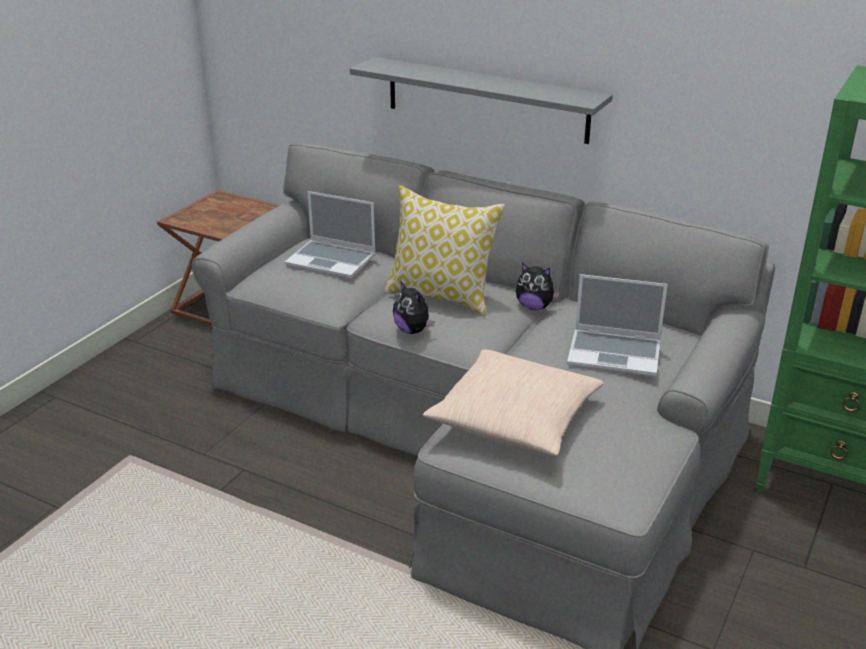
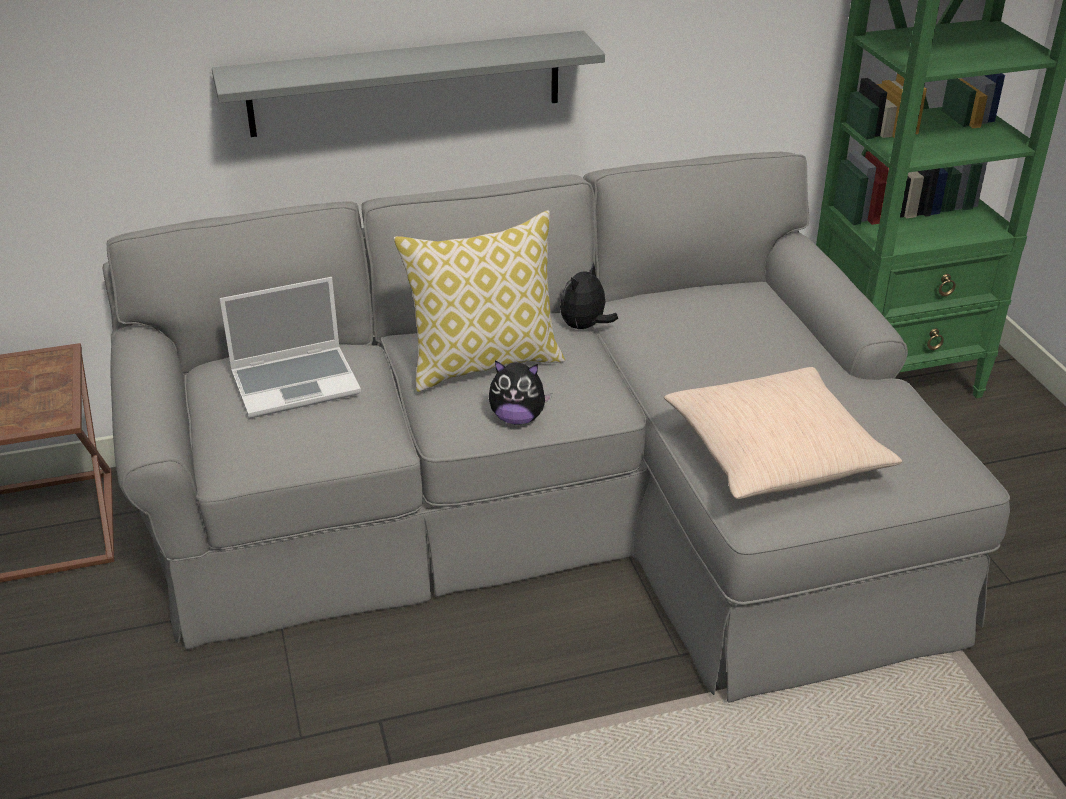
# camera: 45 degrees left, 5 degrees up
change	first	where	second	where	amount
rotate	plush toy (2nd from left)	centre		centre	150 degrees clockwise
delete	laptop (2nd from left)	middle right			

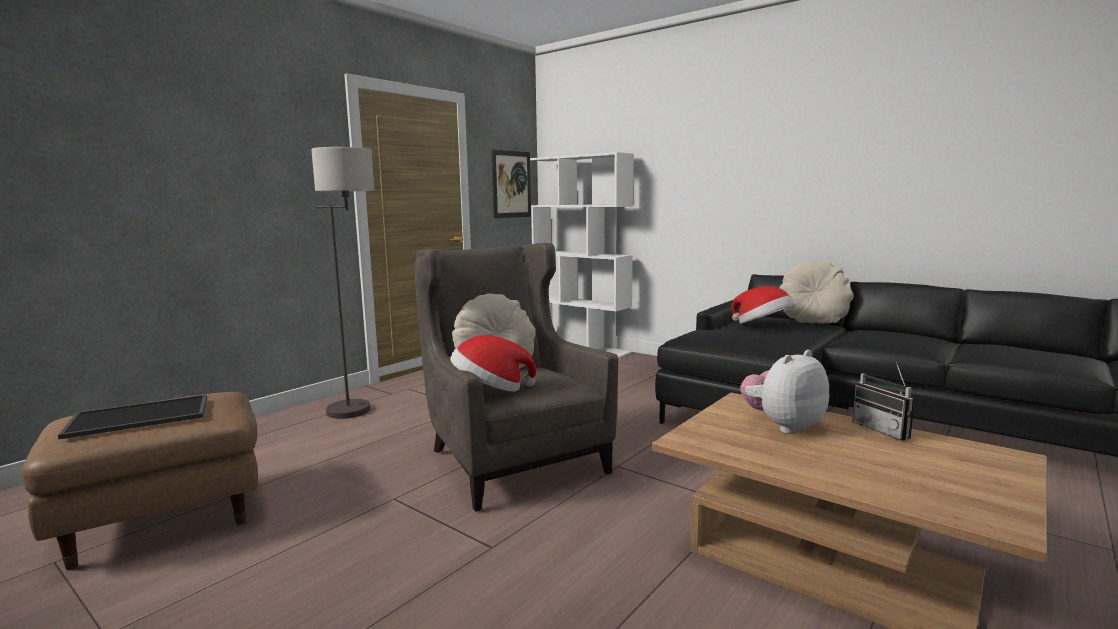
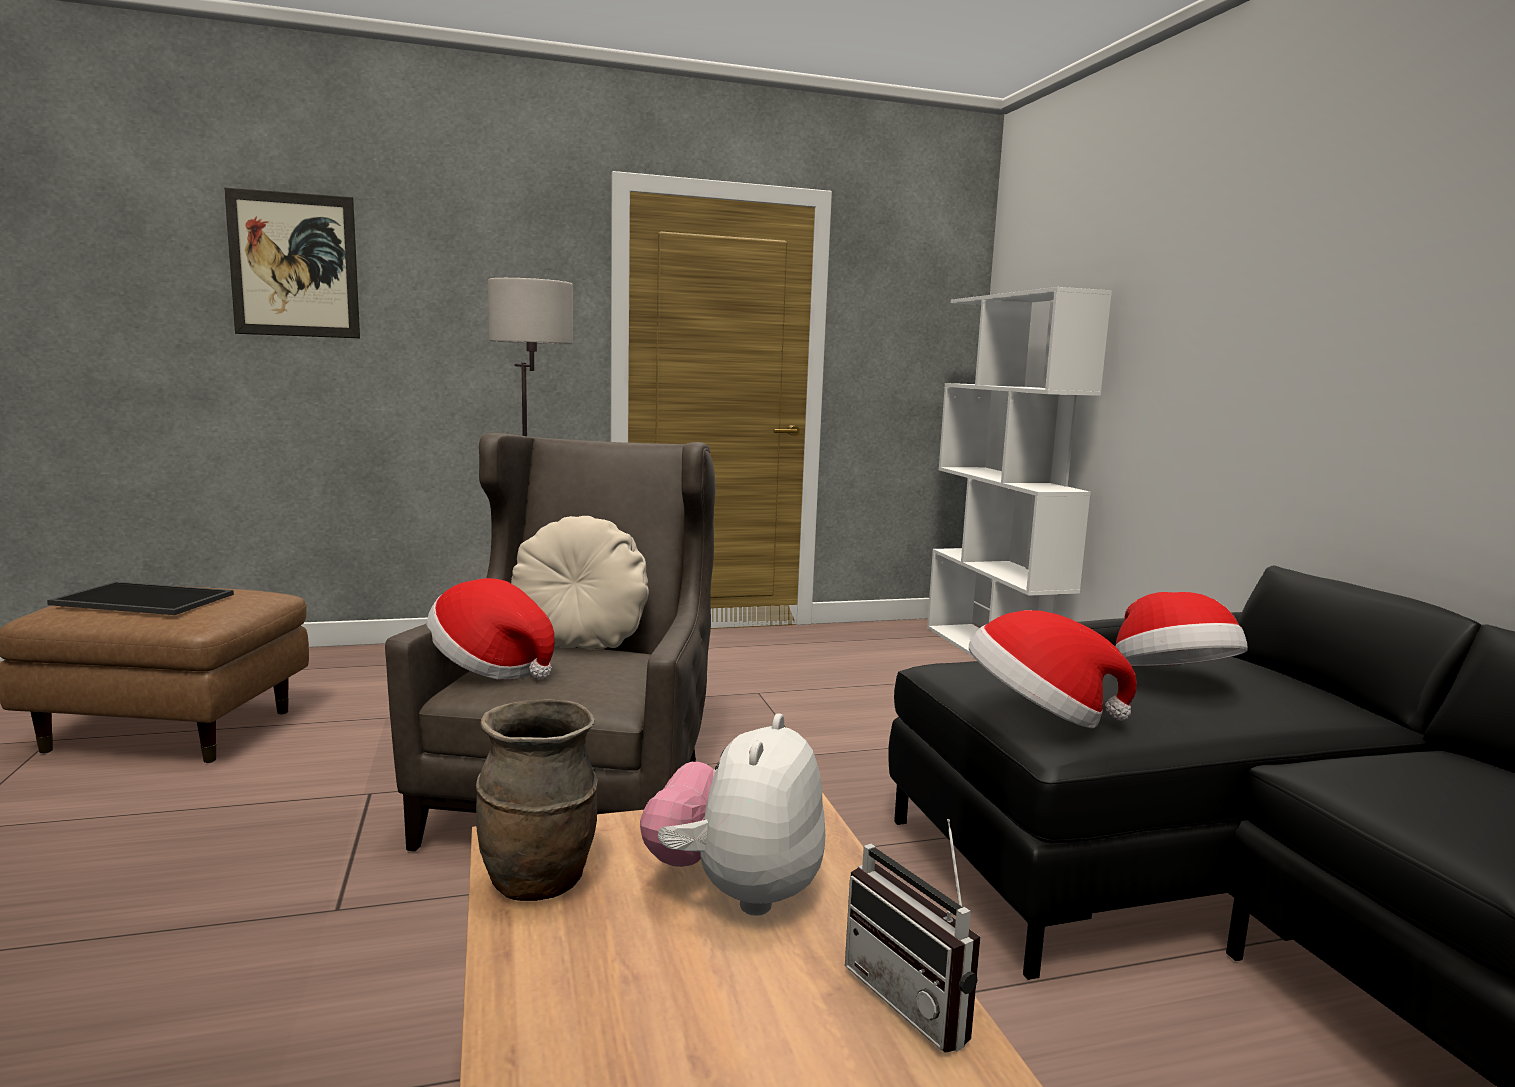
# camera: 35 degrees right, 0 degrees up
change	first	where	second	where	amount
move	picture	top centre		top left	
rotate	plush toy	middle right		bottom centre	75 degrees counterclockwise
delete	beige pillow (2nd from left)	middle right			
rotate	radio	middle right		bottom centre	45 degrees counterclockwise
insert			brown vase	bottom centre	
insert			hat (2nd from left)	middle right	

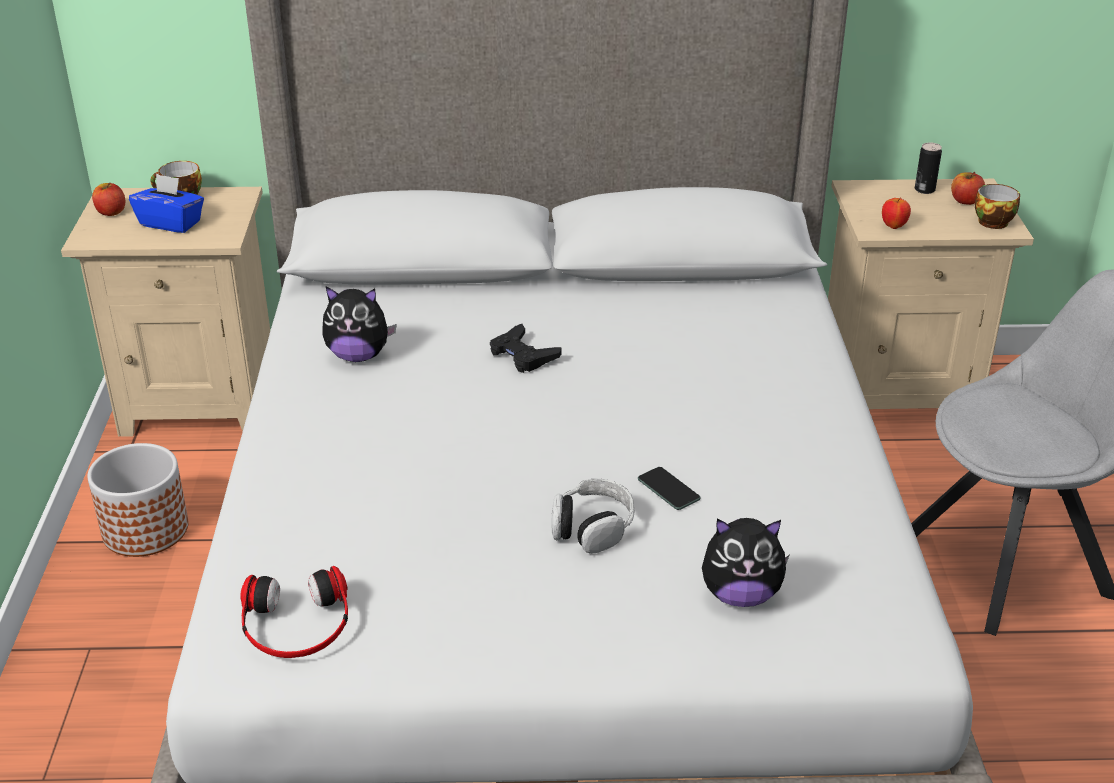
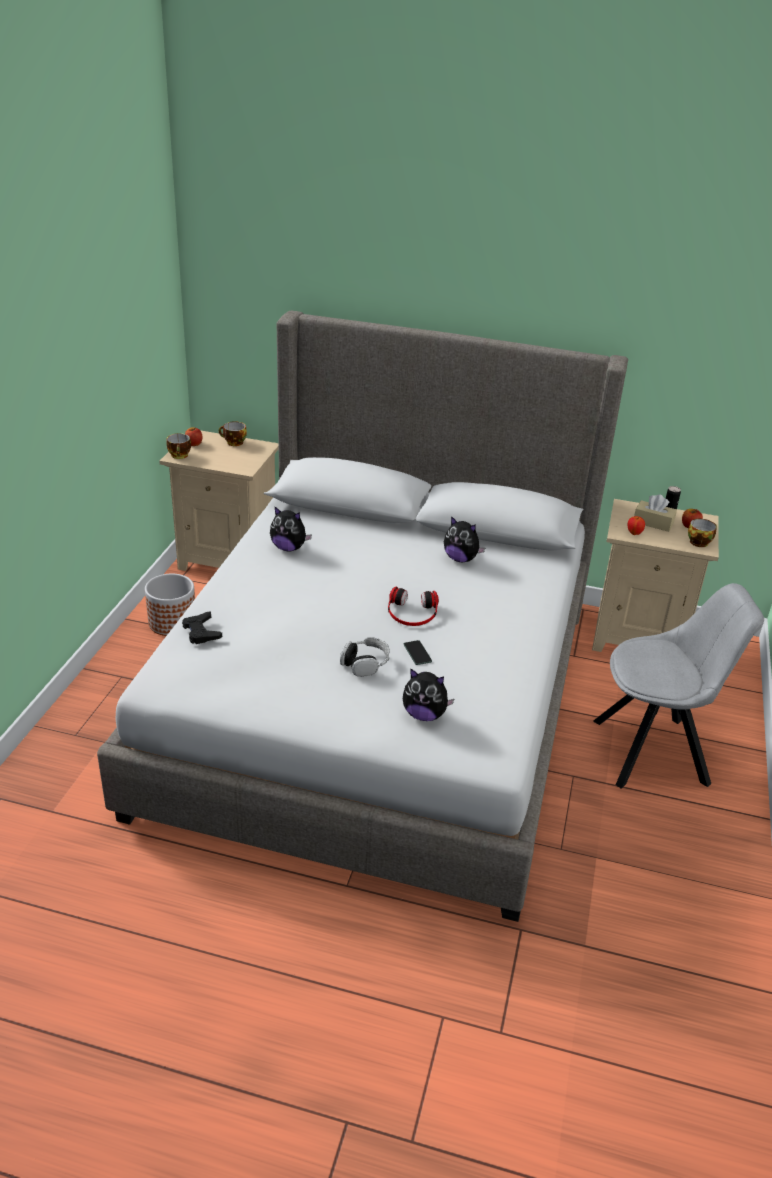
# camera: 15 degrees right, 0 degrees up
change	first	where	second	where	amount
delete	blue tissue box	top left			
move	headphones (1st from left in the first image)	bottom left	headphones (2nd from left)	centre	
move	black game controller	centre		middle left	
insert			cup (1st from left)	middle left	
insert			plush toy (3rd from left)	centre	
insert			beige tissue box	middle right	

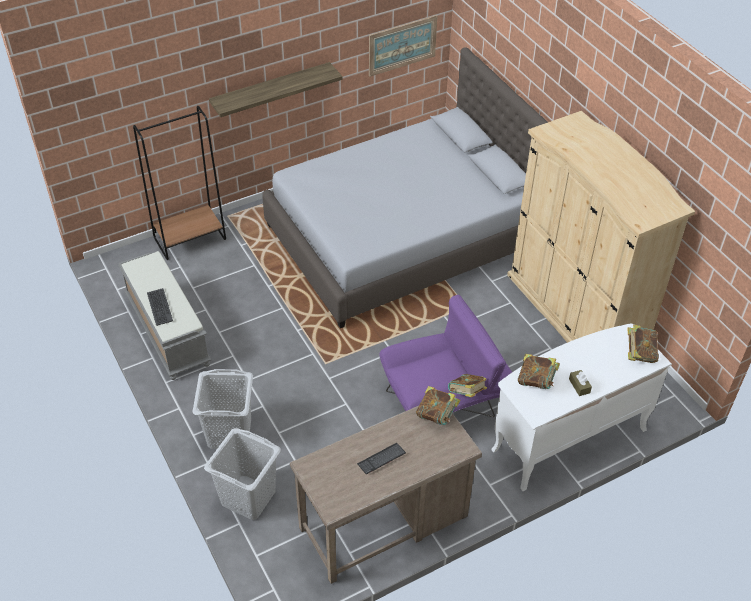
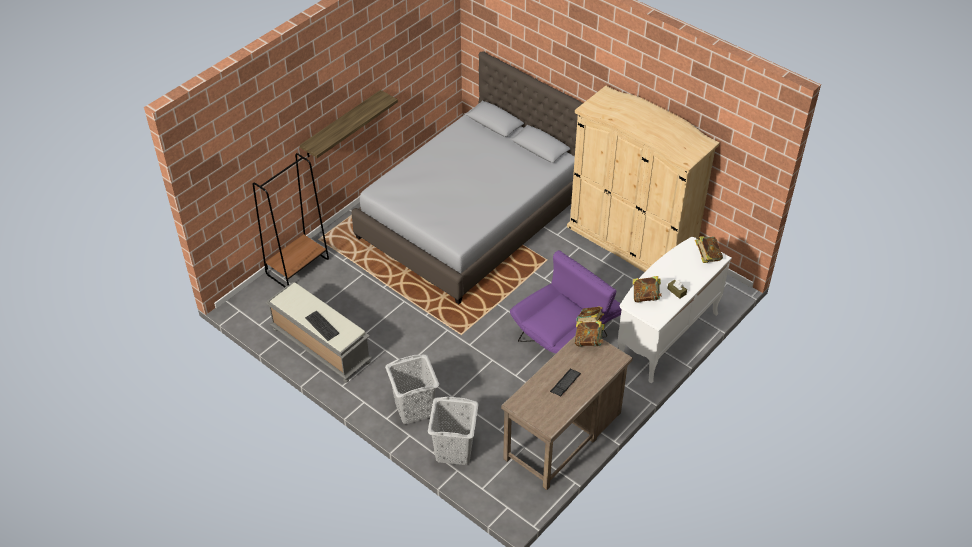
# camera: 20 degrees left, 0 degrees up
change	first	where	second	where	amount
delete	picture	top centre			

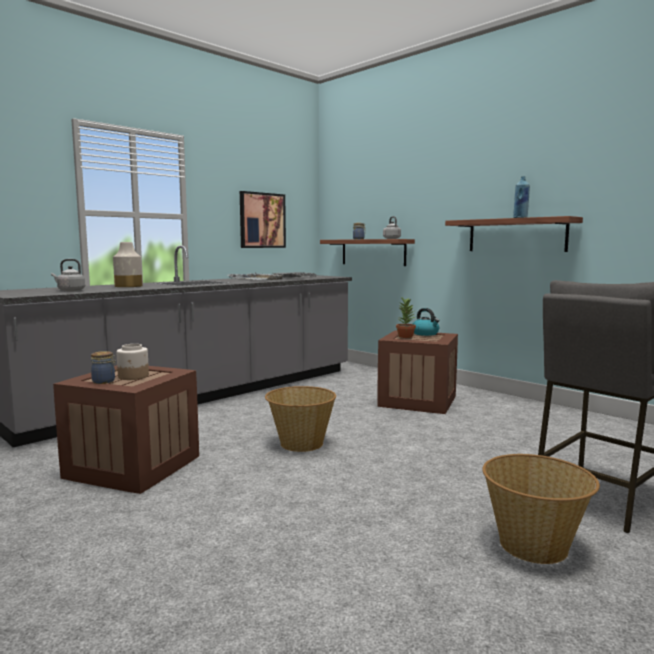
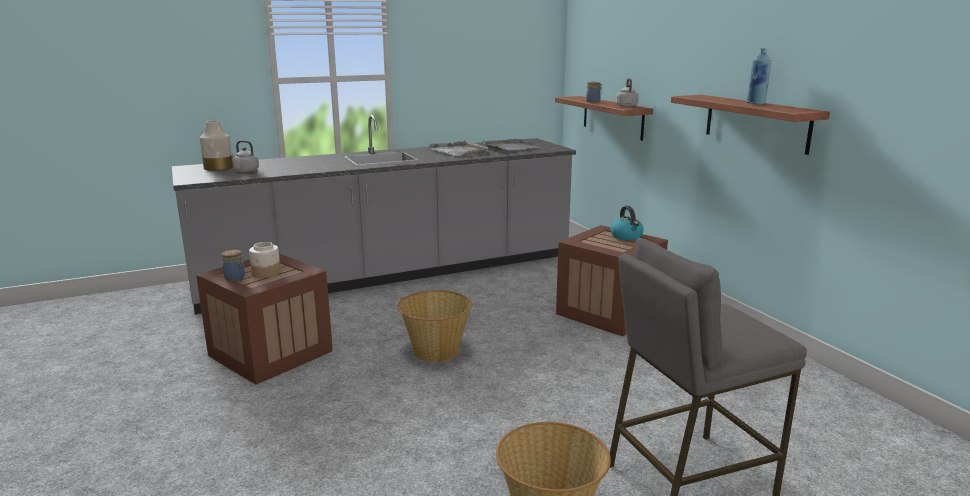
# camera: 20 degrees right, 10 degrees up
change	first	where	second	where	amount
move	beige vase	middle left		top left	
delete	picture	centre			
delete	potted plant	centre			

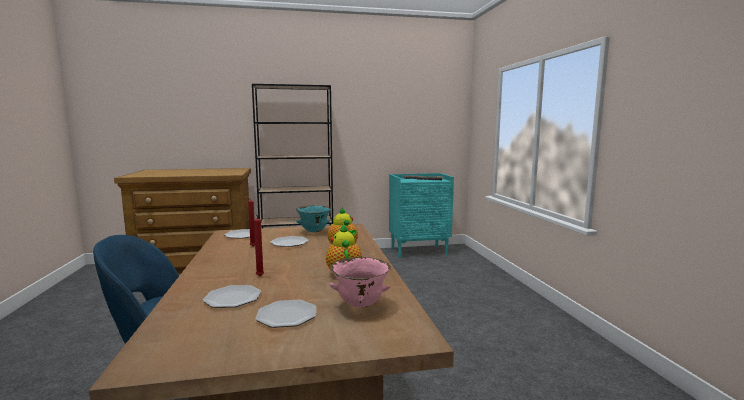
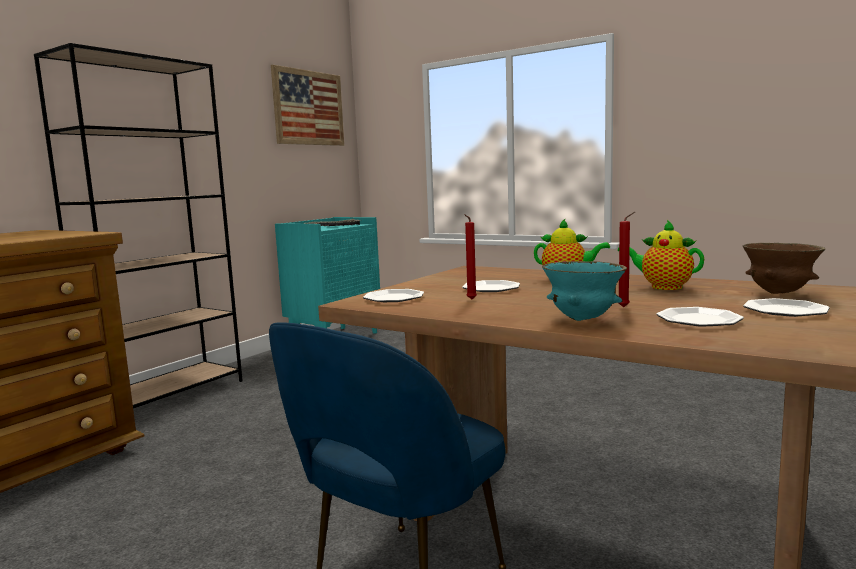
# camera: 45 degrees left, 0 degrees up
change	first	where	second	where	amount
move	turquoise bowl	centre		middle right	
recolor	pink bowl	bottom centre	brown bowl	middle right	
insert			picture	top centre	

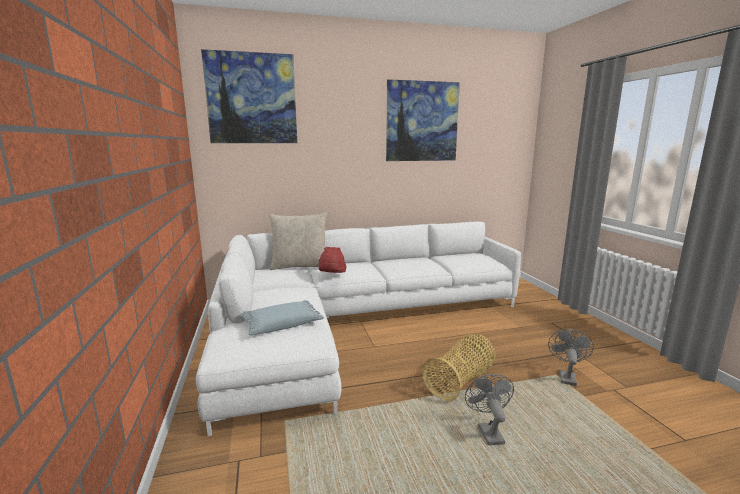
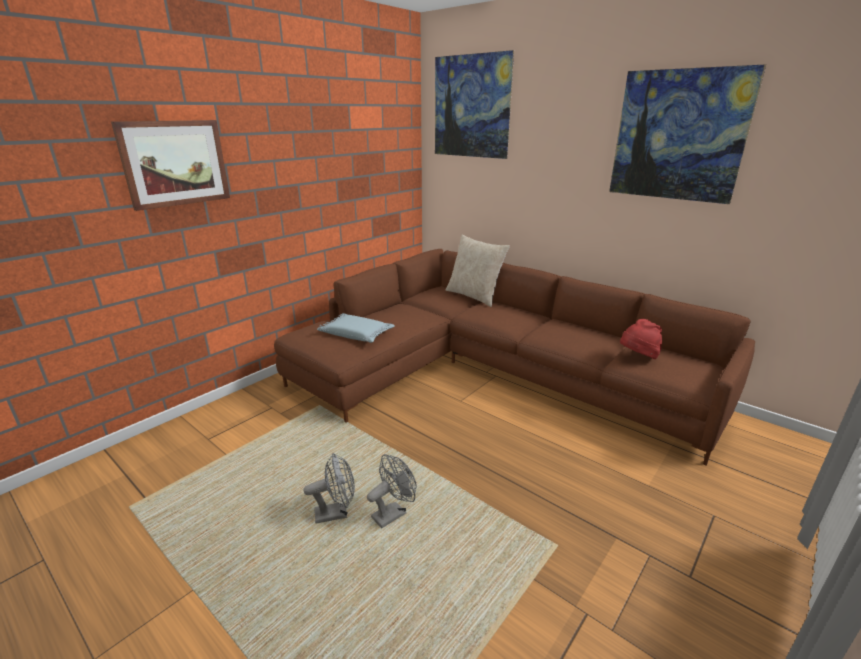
# camera: 55 degrees right, 10 degrees up
change	first	where	second	where	amount
recolor	white sofa	centre	brown sofa	centre	
move	red hat	centre		middle right	
delete	basket	bottom centre			
move	grey fan (2nd from left in the first image)	bottom right	grey fan (1st from left)	bottom centre	
insert			picture (1st from left)	top left	

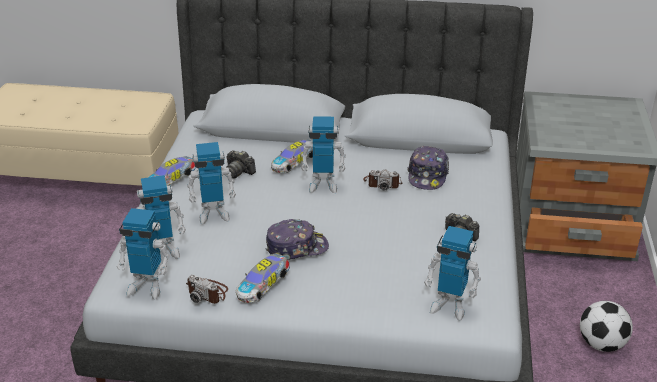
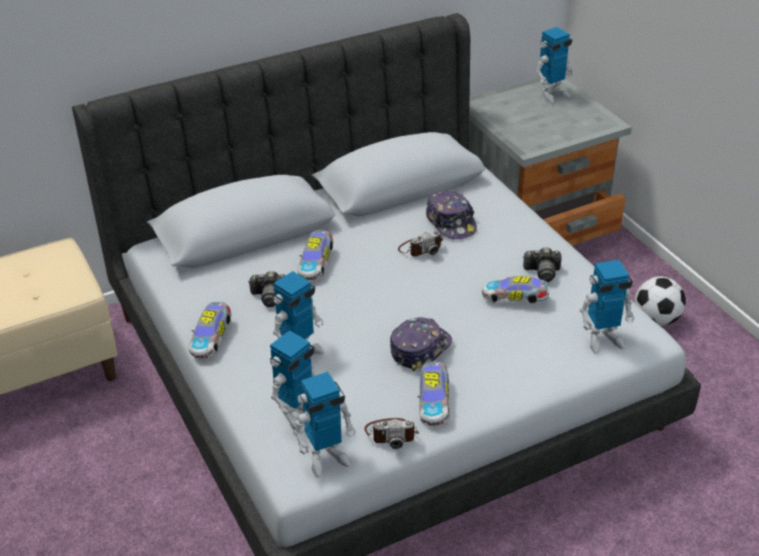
# camera: 35 degrees left, 5 degrees up
change	first	where	second	where	amount
move	toy robot (4th from left)	centre		top right	
insert			toy car (4th from left)	middle right	

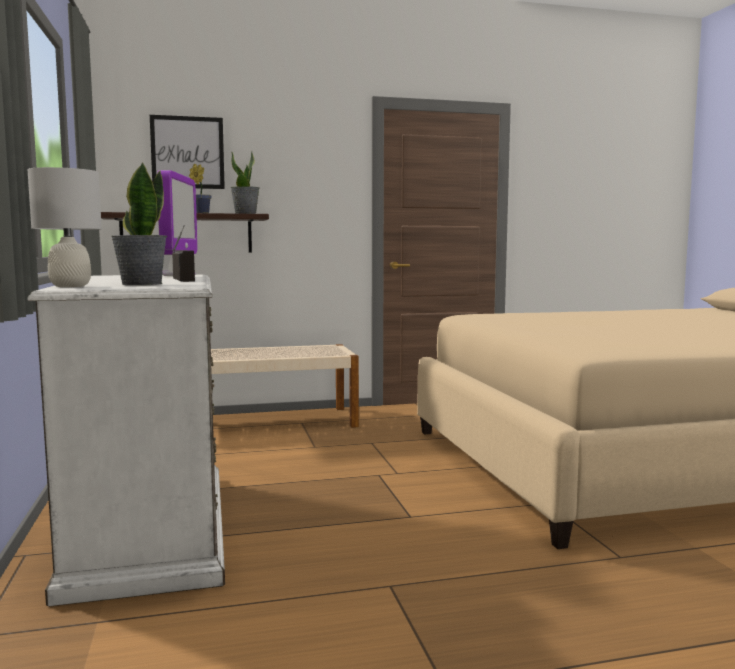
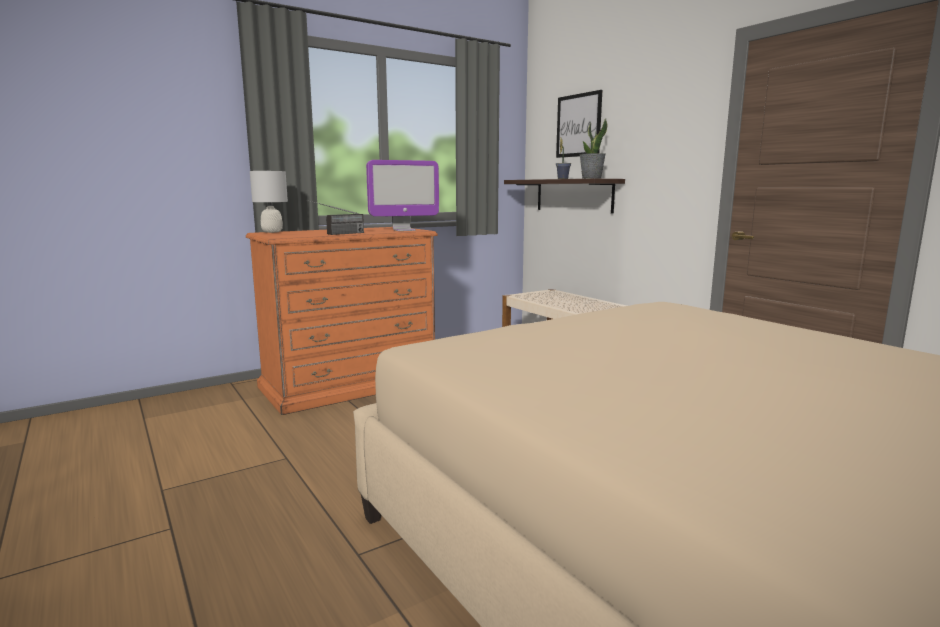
# camera: 70 degrees right, 5 degrees up
change	first	where	second	where	amount
recolor	white dresser	middle left	orange dresser	centre	
delete	potted plant (1st from left)	middle left			

